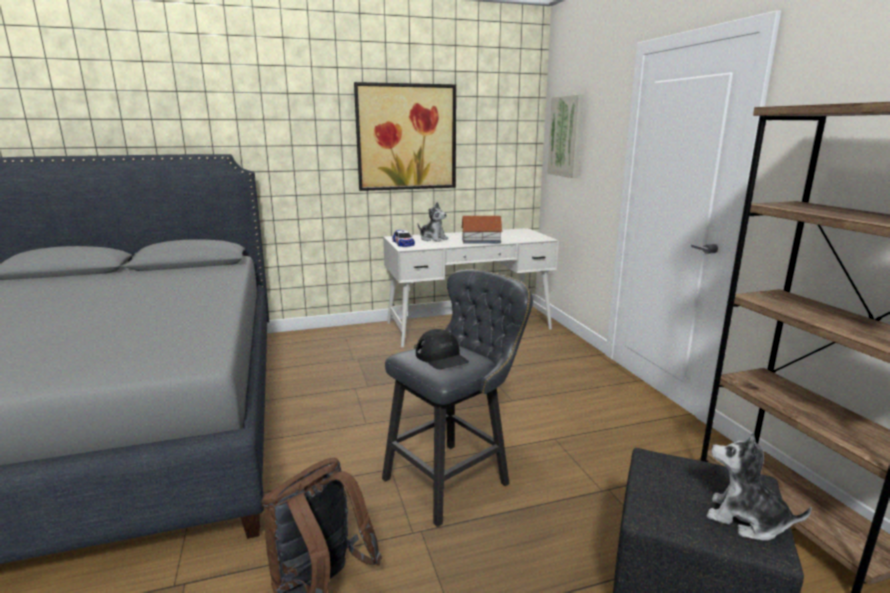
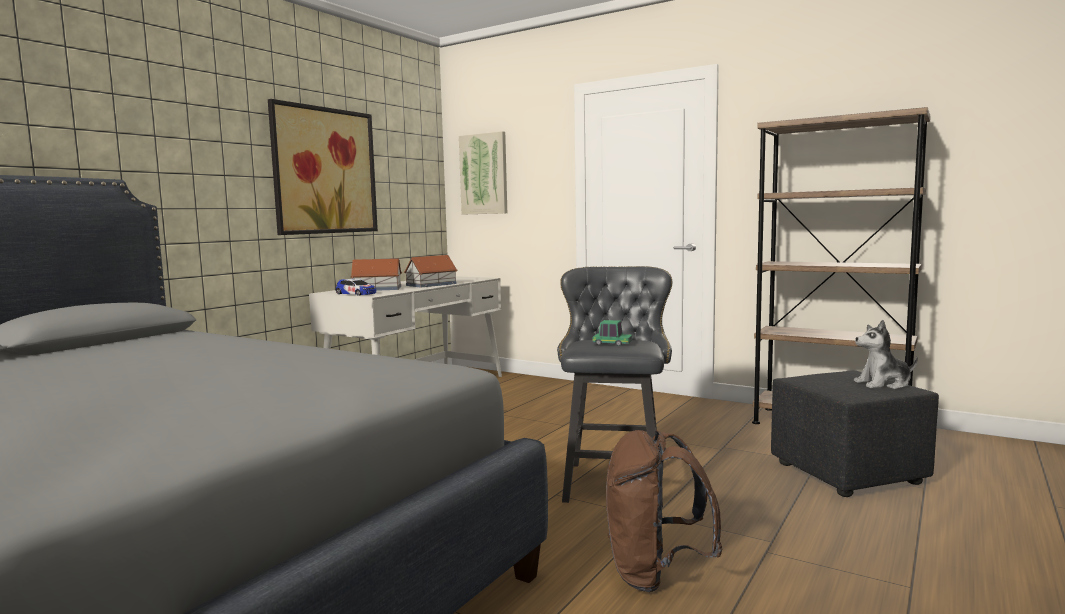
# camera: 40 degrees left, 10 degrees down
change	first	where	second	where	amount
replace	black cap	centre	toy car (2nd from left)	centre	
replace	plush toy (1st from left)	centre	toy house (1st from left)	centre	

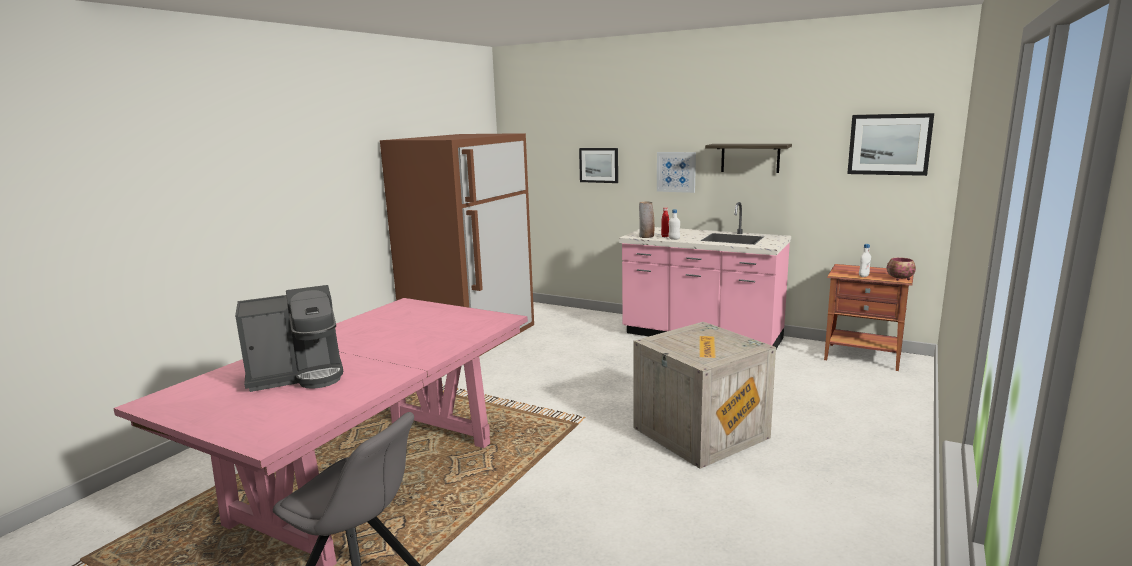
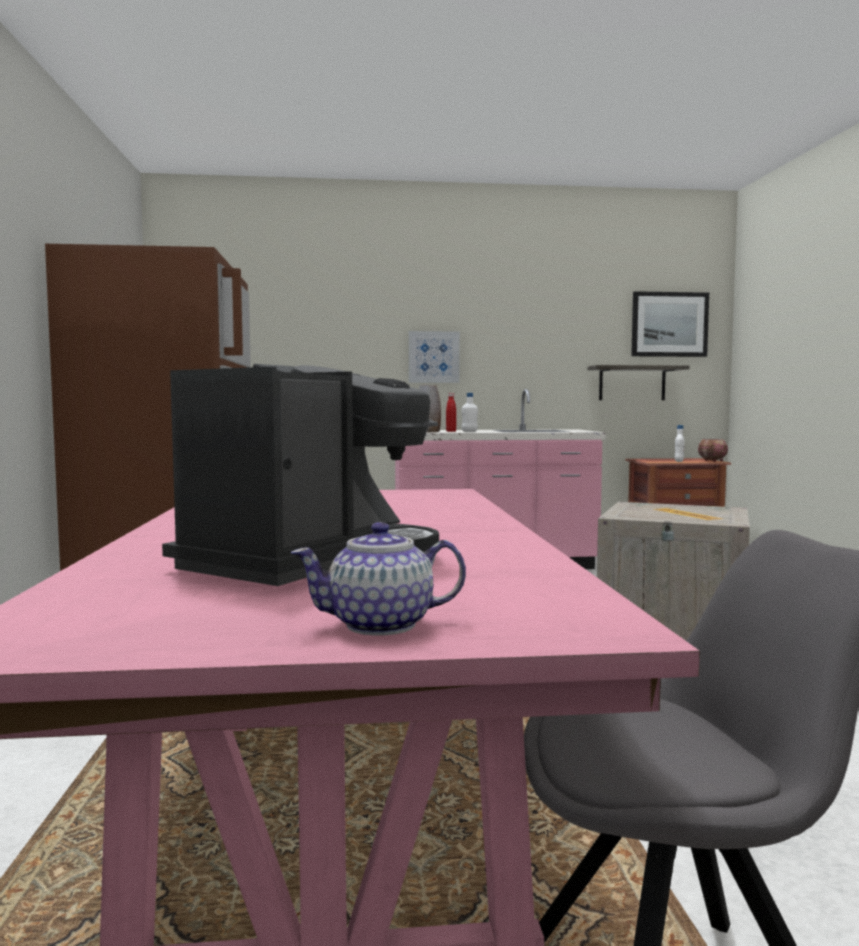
# camera: 35 degrees left, 10 degrees down
change	first	where	second	where	amount
delete	picture (1st from left)	top centre			
move	shelf	top centre		middle right	
insert			teapot	centre	

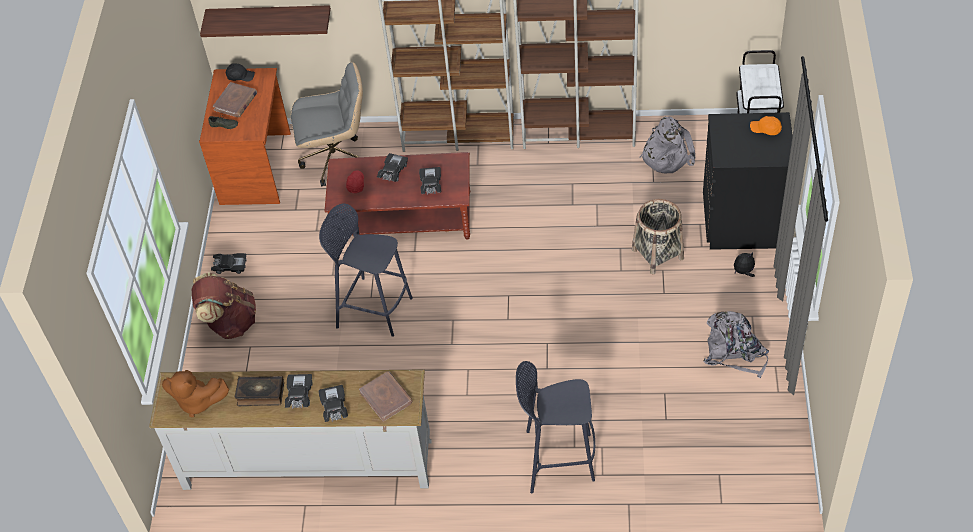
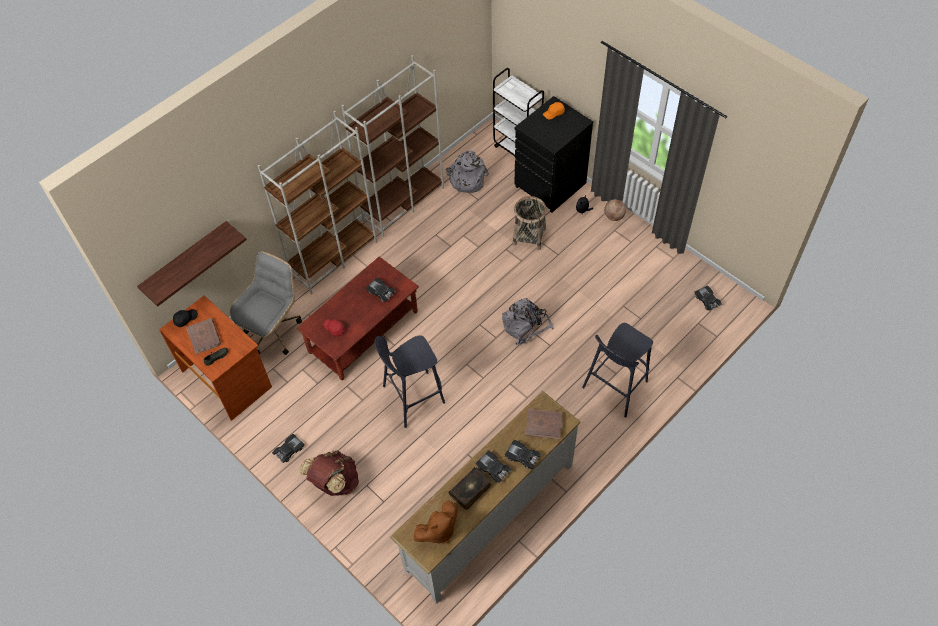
# camera: 50 degrees left, 5 degrees up
change	first	where	second	where	amount
move	black toy car (4th from left in the first image)	top centre	black toy car (5th from left)	middle right	
move	grey backpack (2nd from left)	middle right		centre	
insert			basketball	centre	

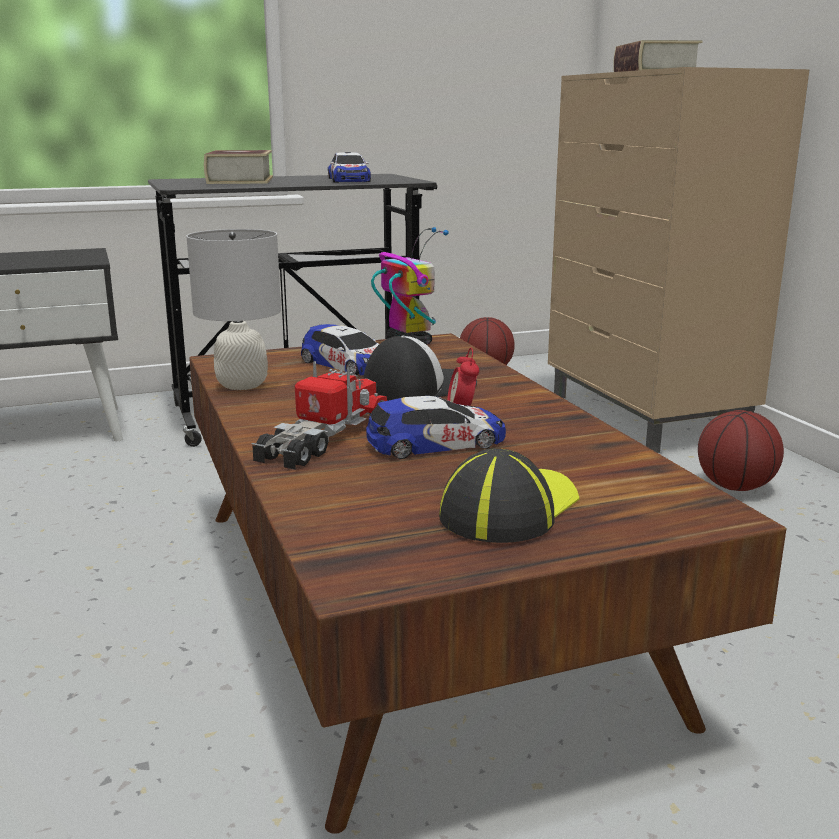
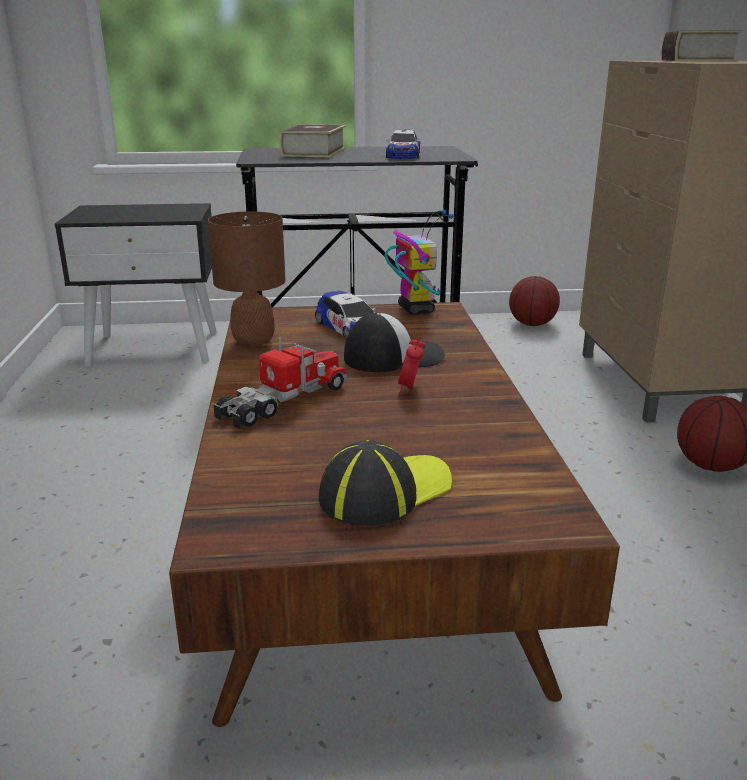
# camera: 15 degrees right, 5 degrees up
change	first	where	second	where	amount
recolor	grey table lamp	middle left	brown table lamp	middle left	
delete	toy car (3rd from left)	centre			

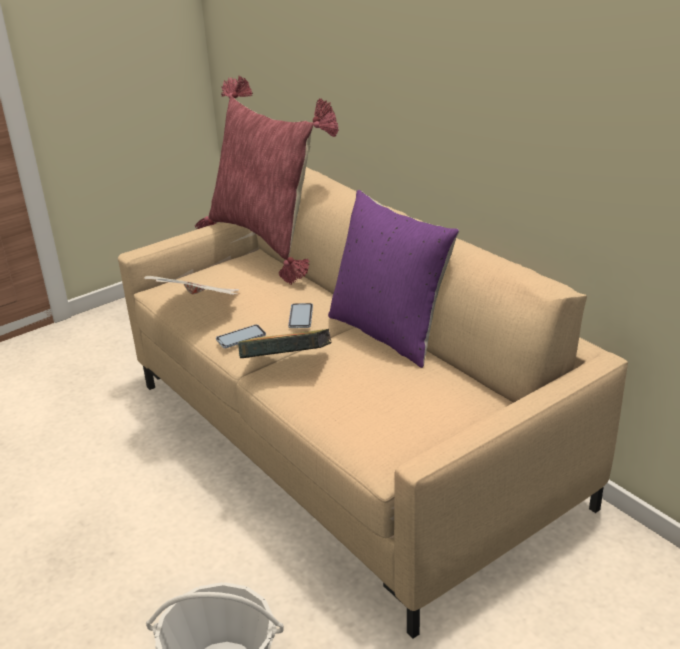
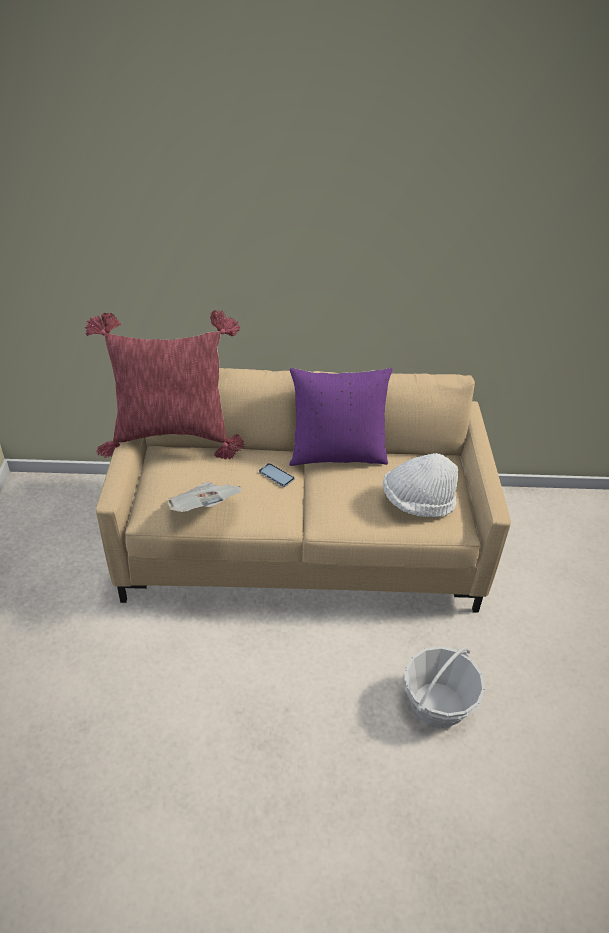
# camera: 55 degrees left, 10 degrees up
change	first	where	second	where	amount
delete	phone (1st from left)	centre			
delete	book	centre			
insert			white hat	middle right	

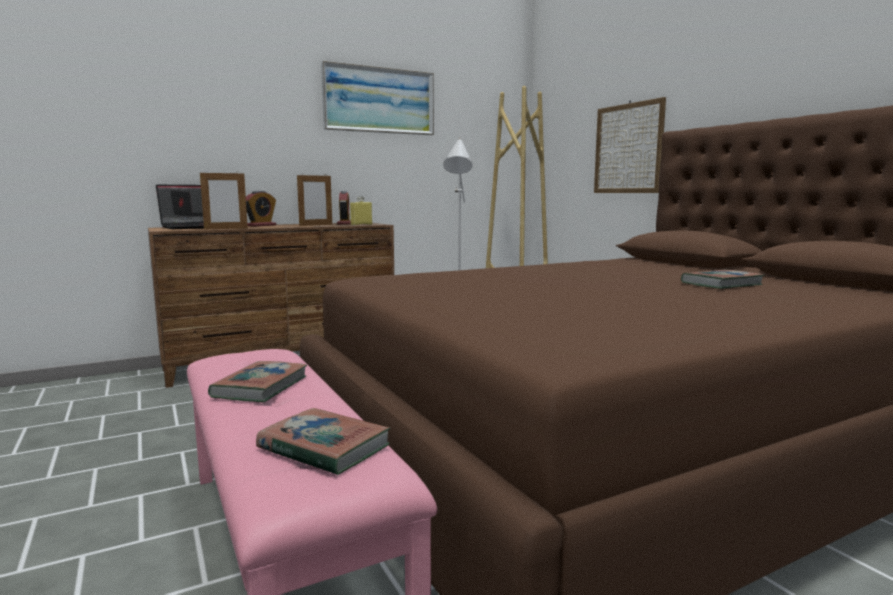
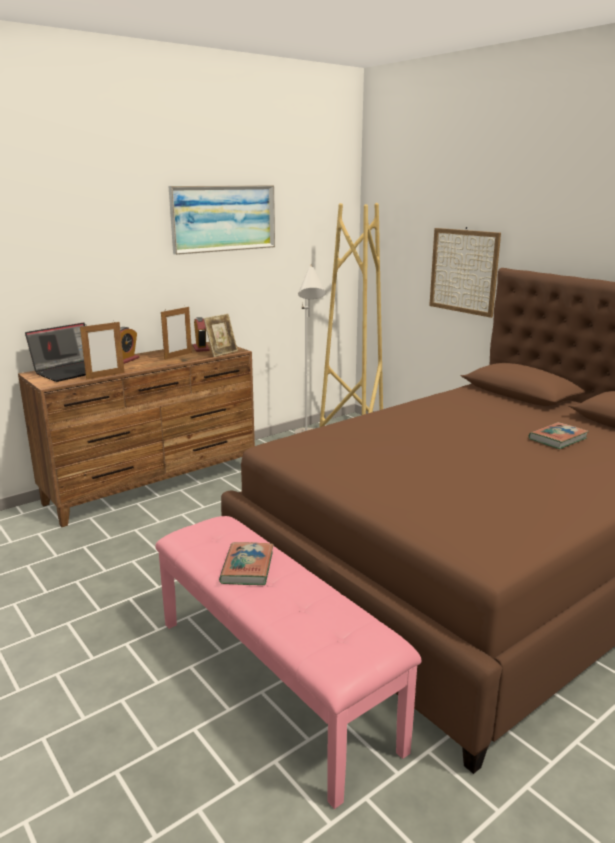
# camera: 10 degrees left, 10 degrees up
change	first	where	second	where	amount
delete	book (2nd from left)	bottom centre			
replace	yellow bottle	centre	picture frame (3rd from left)	centre	

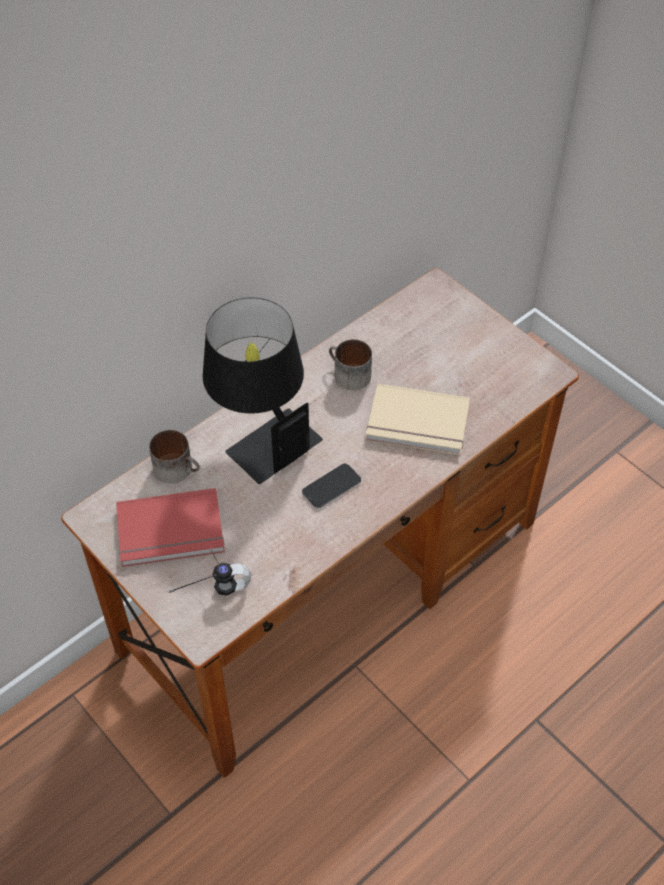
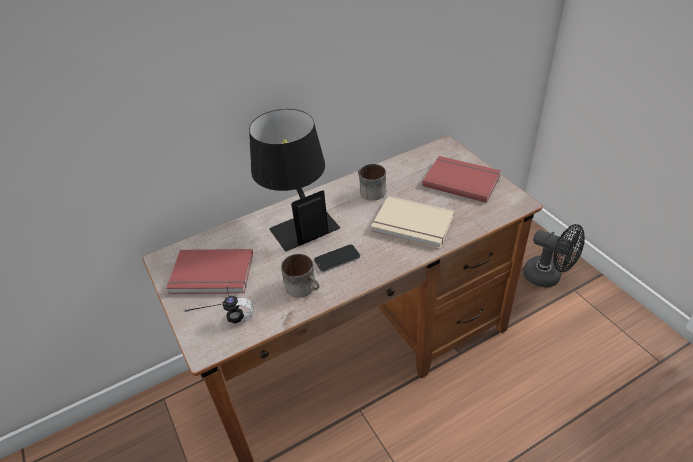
# camera: 15 degrees right, 10 degrees down
change	first	where	second	where	amount
move	mug (1st from left)	middle left		centre	
insert			red book (2nd from left)	centre	
insert			black fan	middle right	

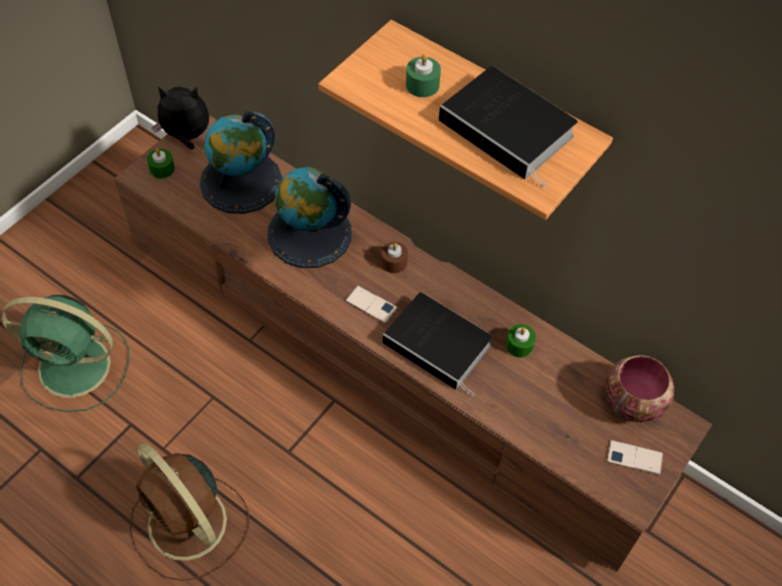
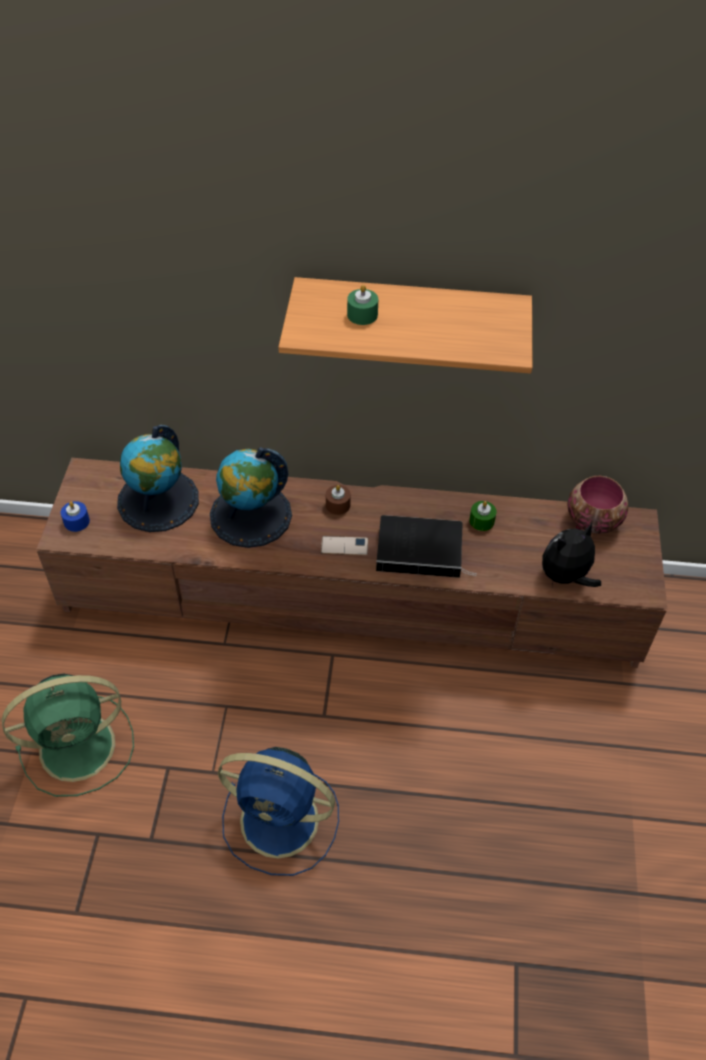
# camera: 30 degrees left, 5 degrees down
change	first	where	second	where	amount
recolor	brown fan	bottom left	blue fan	bottom centre	
recolor	green candle (1st from left)	top left	blue candle	middle left	
move	plush toy	top left		middle right	
delete	book (2nd from left)	top centre			
delete	phone (2nd from left)	bottom right			

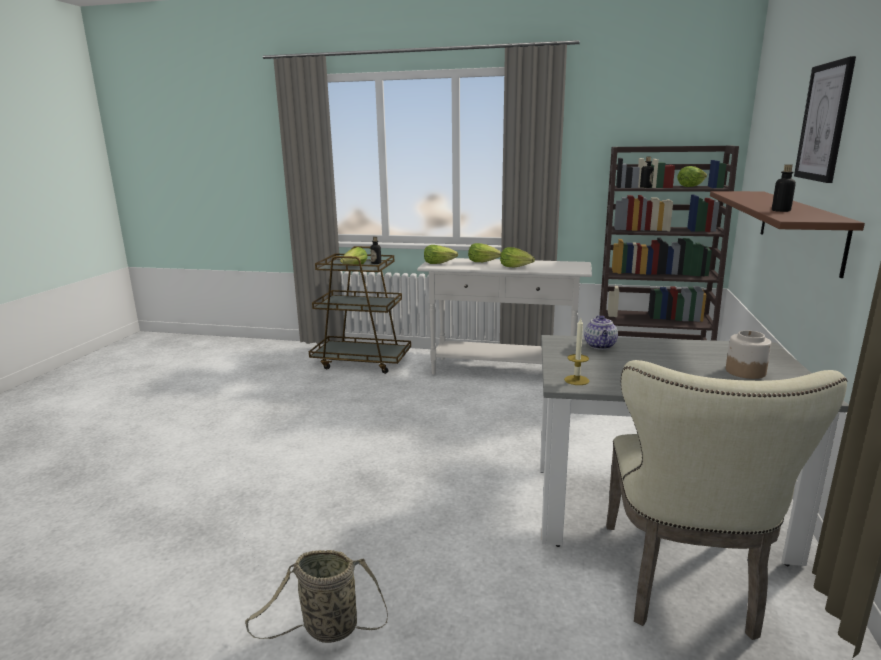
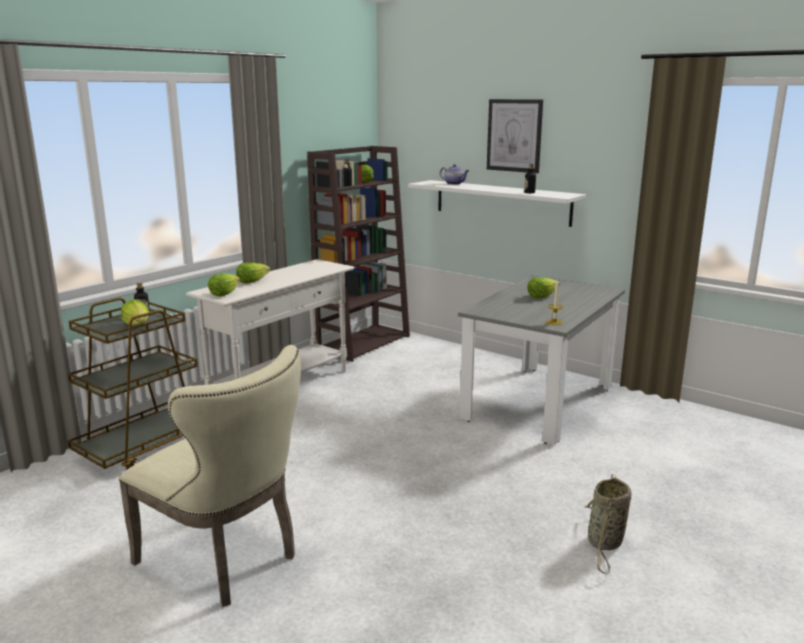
# camera: 65 degrees left, 0 degrees up
change	first	where	second	where	amount
move	lettuce (4th from left in the first image)	centre	lettuce (5th from left)	middle right	
move	teapot	middle right		top centre	
move	beige chair	bottom right		bottom left	
recolor	brown shelf	middle right	white shelf	top centre	
delete	jar	middle right			

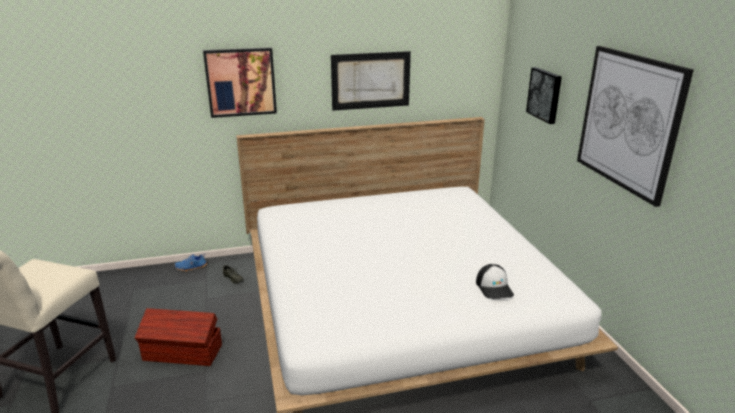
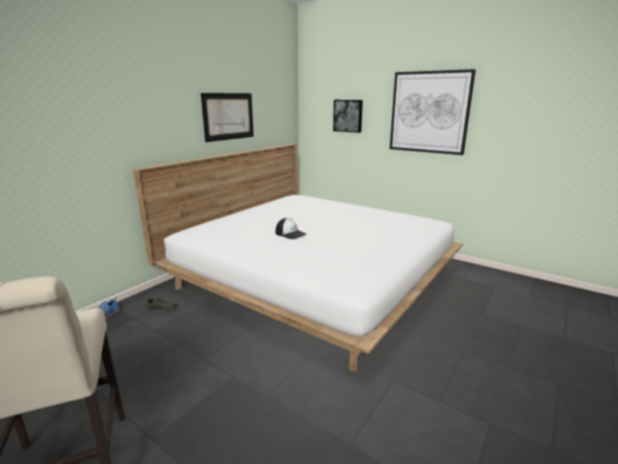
# camera: 40 degrees left, 5 degrees down
change	first	where	second	where	amount
delete	brown storage box	bottom left			
delete	picture (1st from left)	top left			
move	cap	bottom right		centre	

